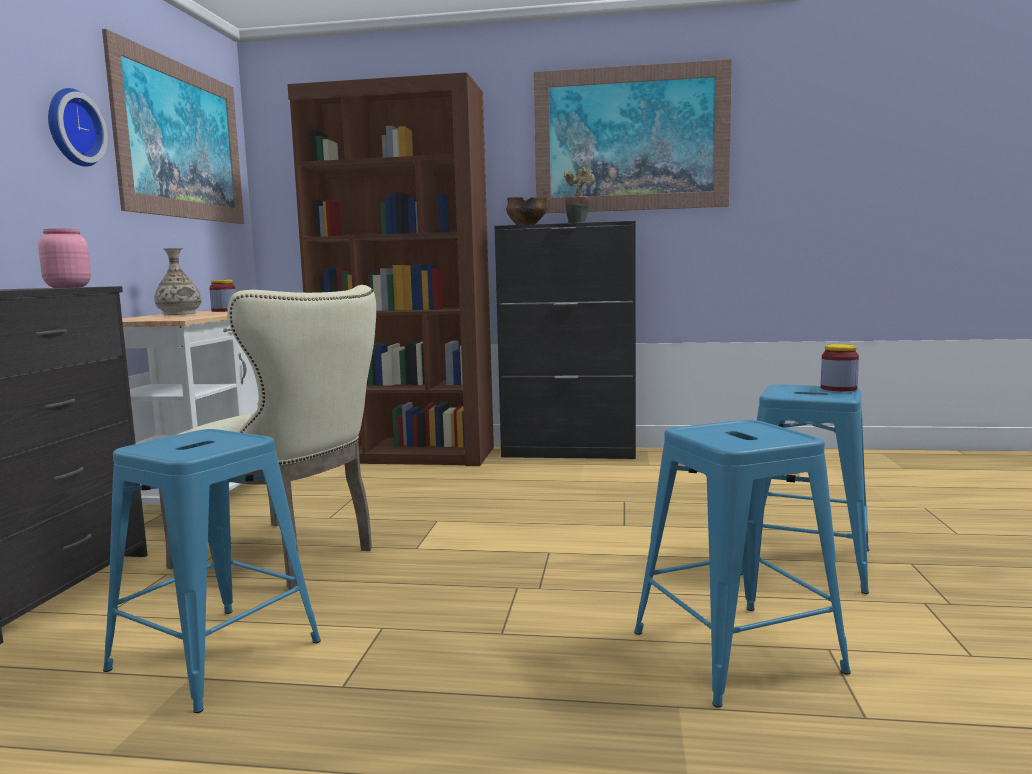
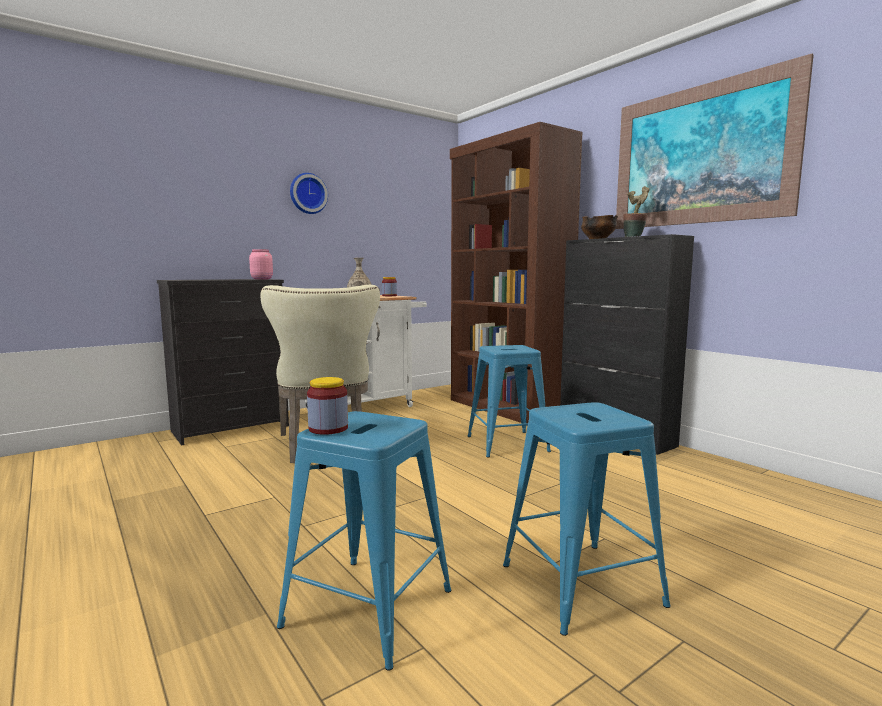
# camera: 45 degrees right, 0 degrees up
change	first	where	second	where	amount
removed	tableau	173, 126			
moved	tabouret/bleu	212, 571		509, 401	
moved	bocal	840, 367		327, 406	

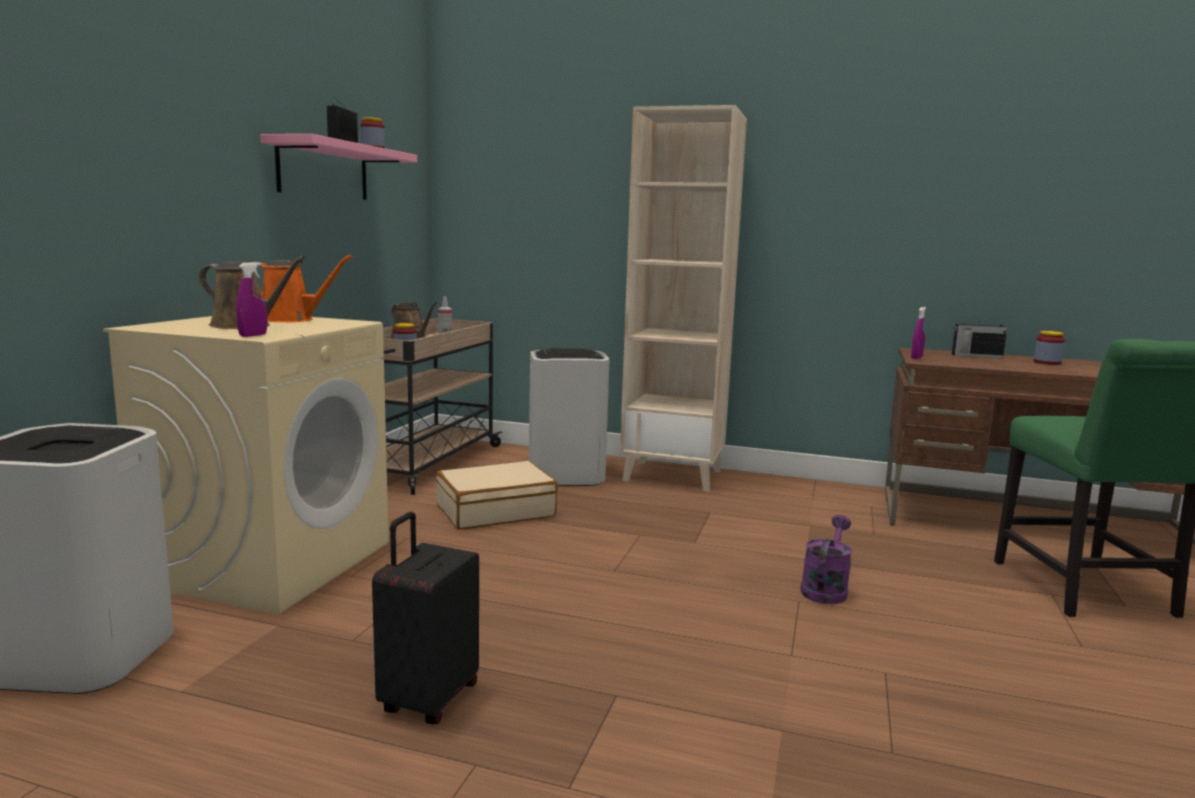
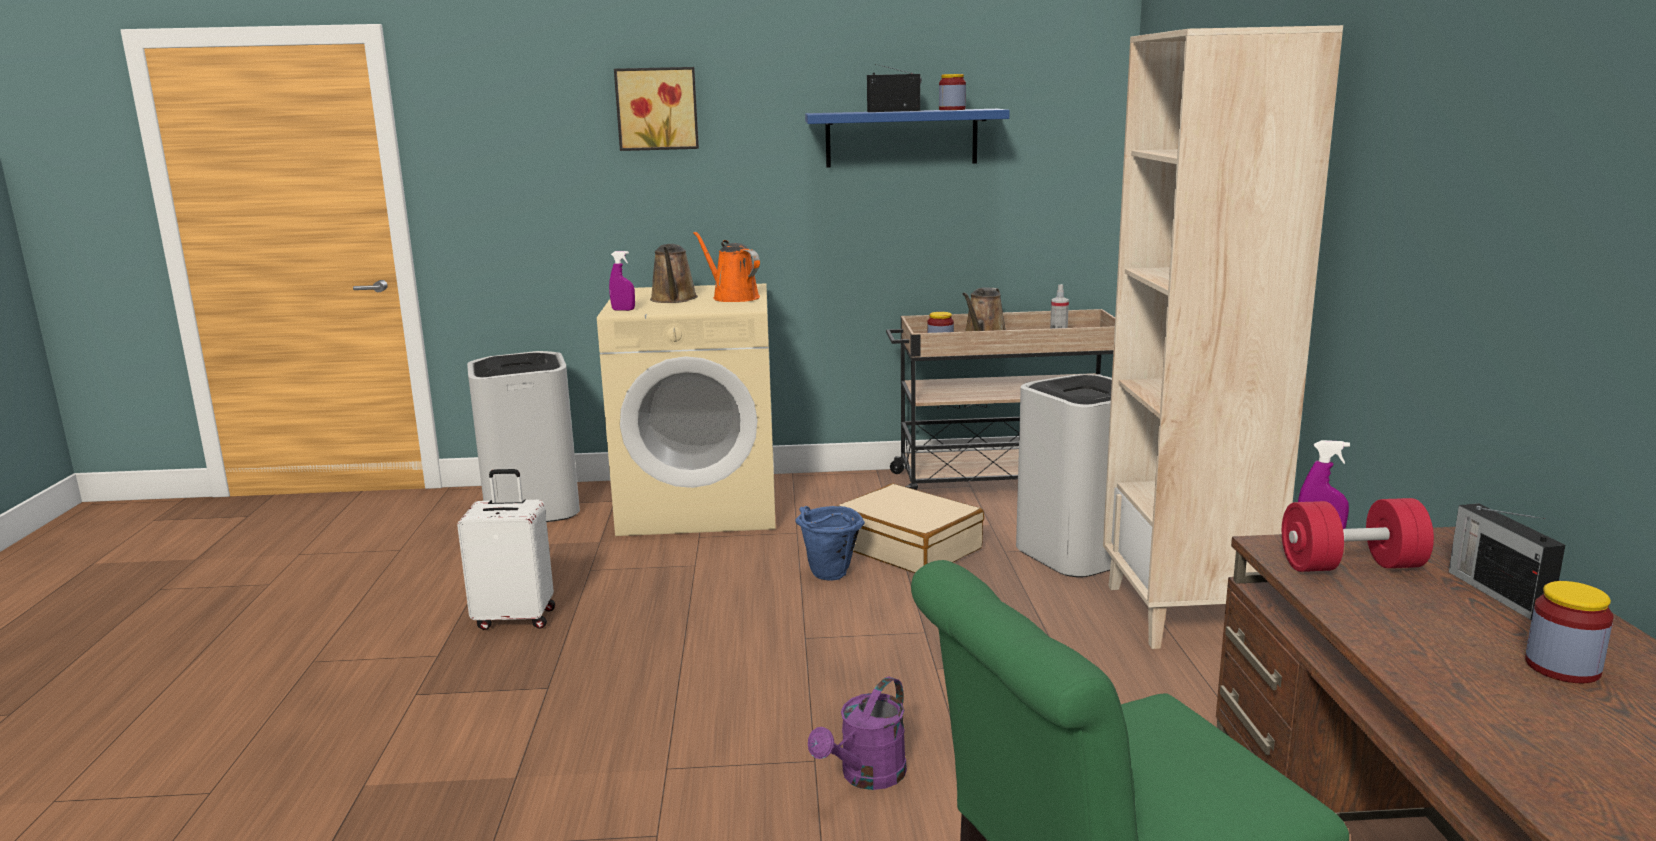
# camera: 70 degrees right, 5 degrees up
change	first	where	second	where	amount
turned	arrosoir/orange	306, 288		726, 266	150 degrees clockwise
recoloured	étagère/rose	338, 167	étagère/bleu	907, 138	
recoloured	valise/noir	425, 618	valise/blanc	506, 549	
turned	arrosoir/violet	826, 559		857, 733	120 degrees clockwise
added			tableau	656, 109	
added			seau/bleu	830, 543	
added			haltère/rouge	1358, 535	

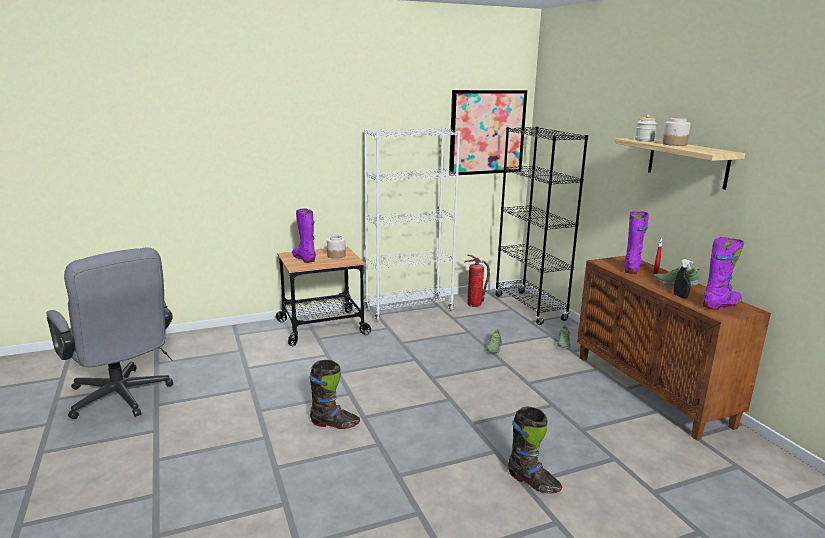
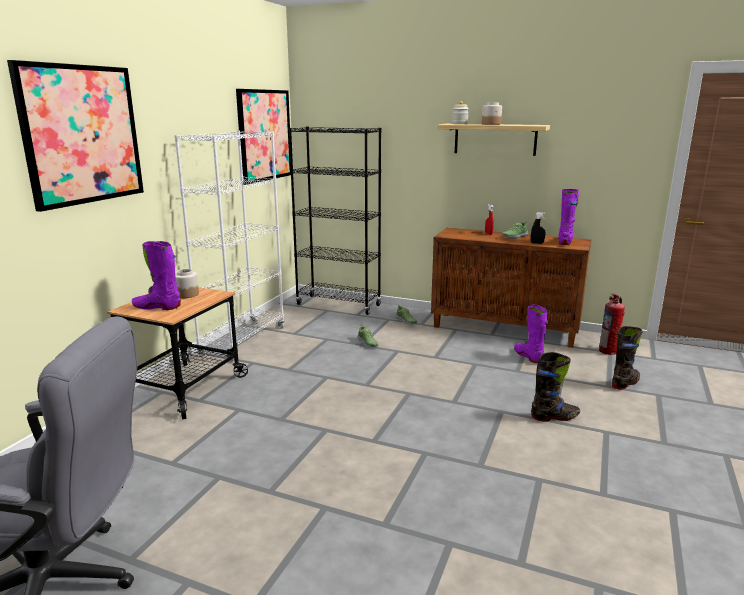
# camera: 45 degrees left, 0 degrees up
change	first	where	second	where	amount
moved	botte/noir	334, 394		627, 358	
moved	extincteur	477, 281		612, 324	
moved	botte/violet	636, 242		531, 333	
added			tableau	75, 136	

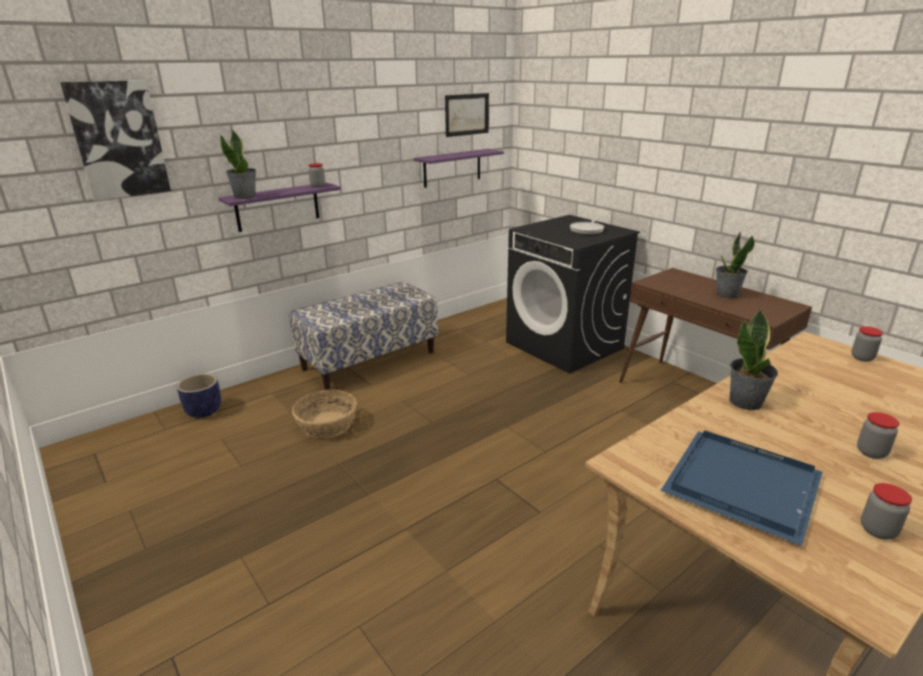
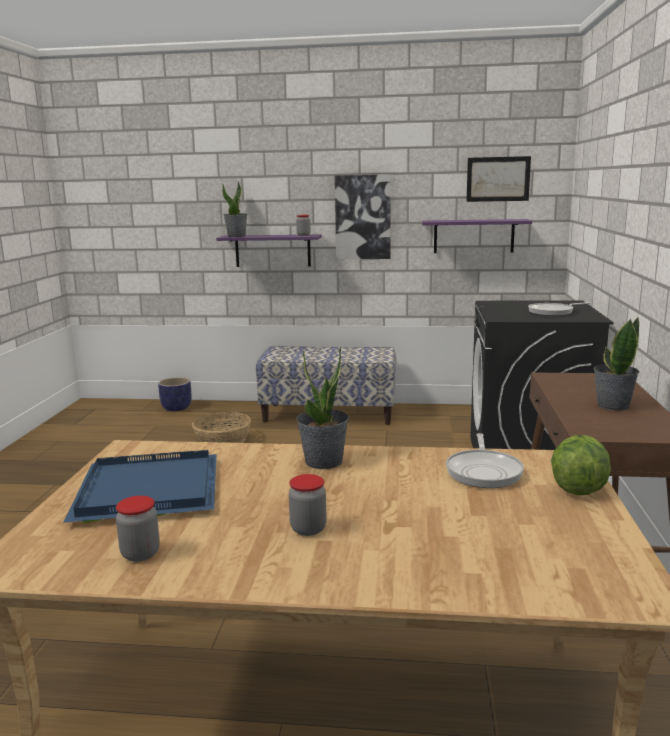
# camera: 45 degrees right, 10 degrees down
change	first	where	second	where	amount
moved	tableau	115, 140		363, 216	
replaced	bocal	867, 344	laitue	581, 465	
added			poêle	485, 460	

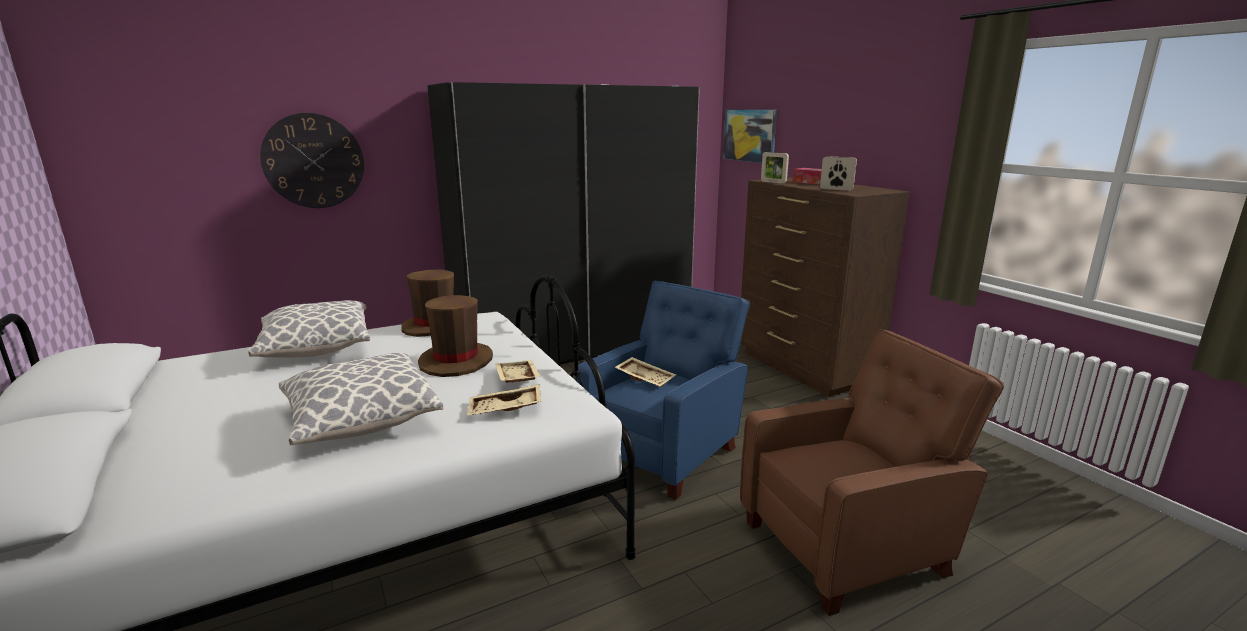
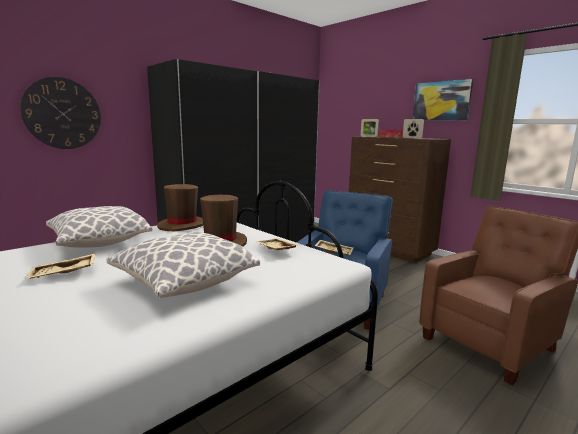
# camera: 15 degrees left, 5 degrees down
change	first	where	second	where	amount
moved	plateau/beige	504, 399		60, 266	
moved	tableau	750, 136		443, 100	

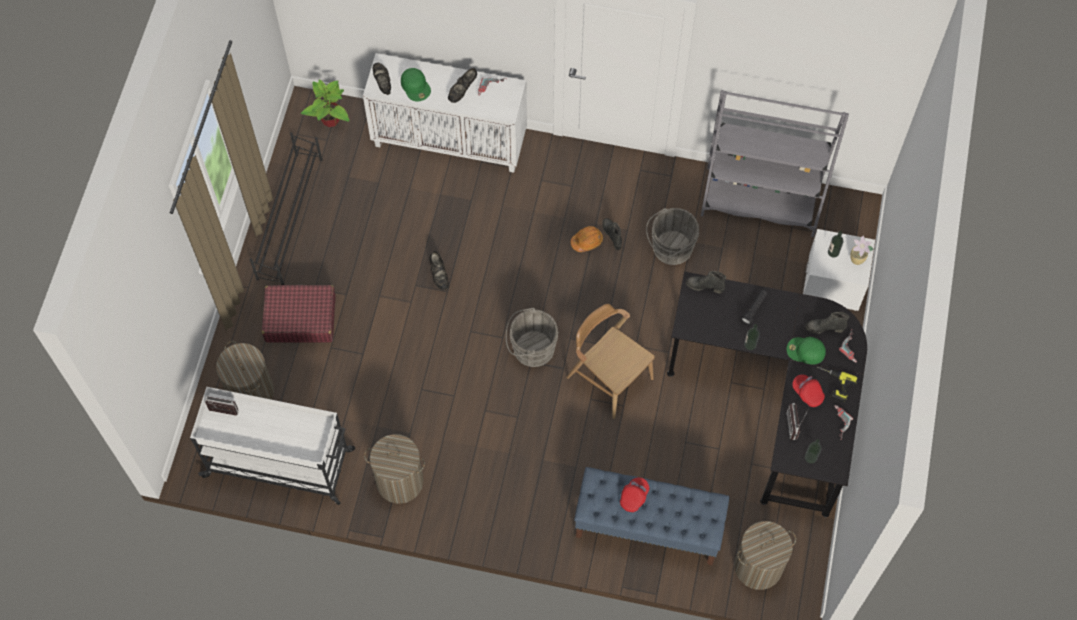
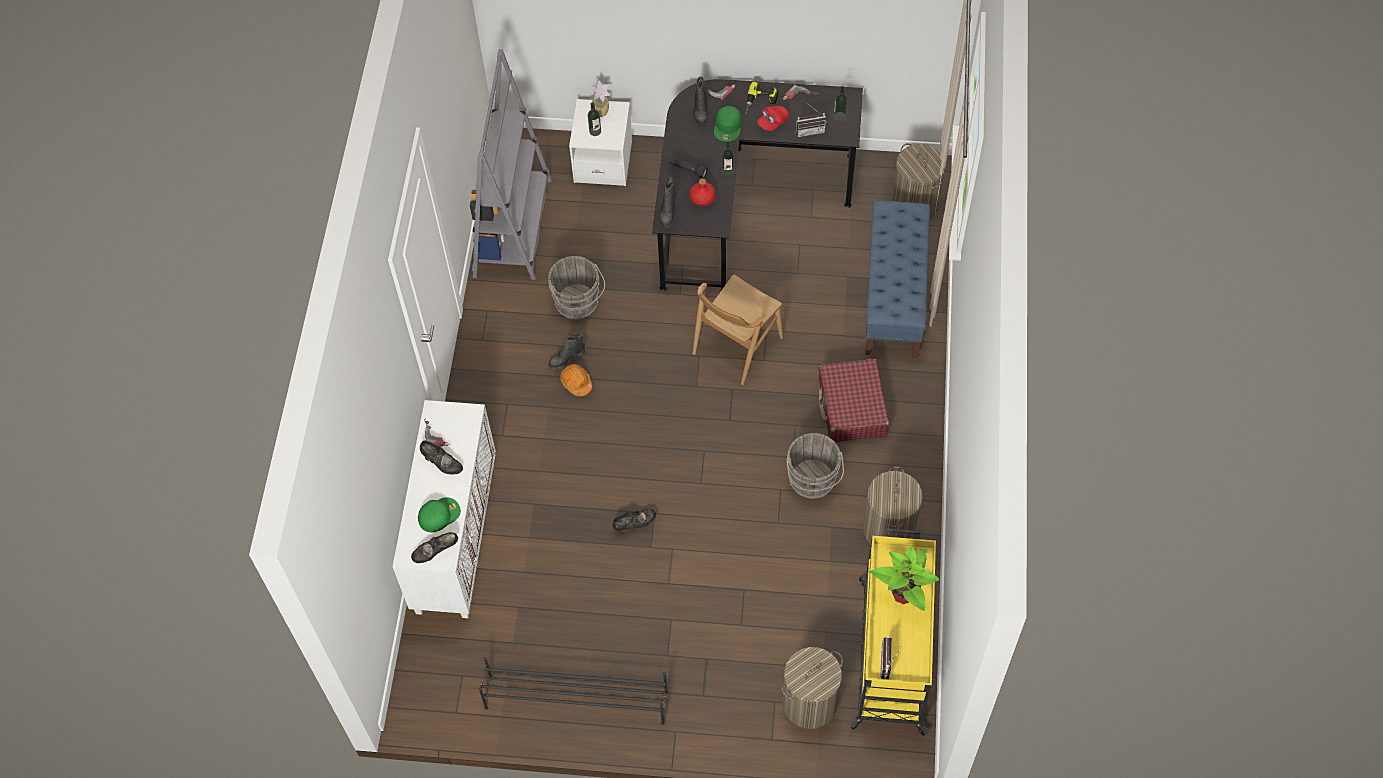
# camera: 95 degrees left, 5 degrees down
change	first	where	second	where	amount
recoloured	chariot/blanc	272, 446	chariot/jaune	893, 632	
moved	valise/rouge	299, 313		854, 400	
moved	plante en pot	325, 103		905, 578	
moved	seau/gris	532, 337		815, 466	
removed	casquette/rouge	634, 494			
added			bouteille/rouge	702, 192	

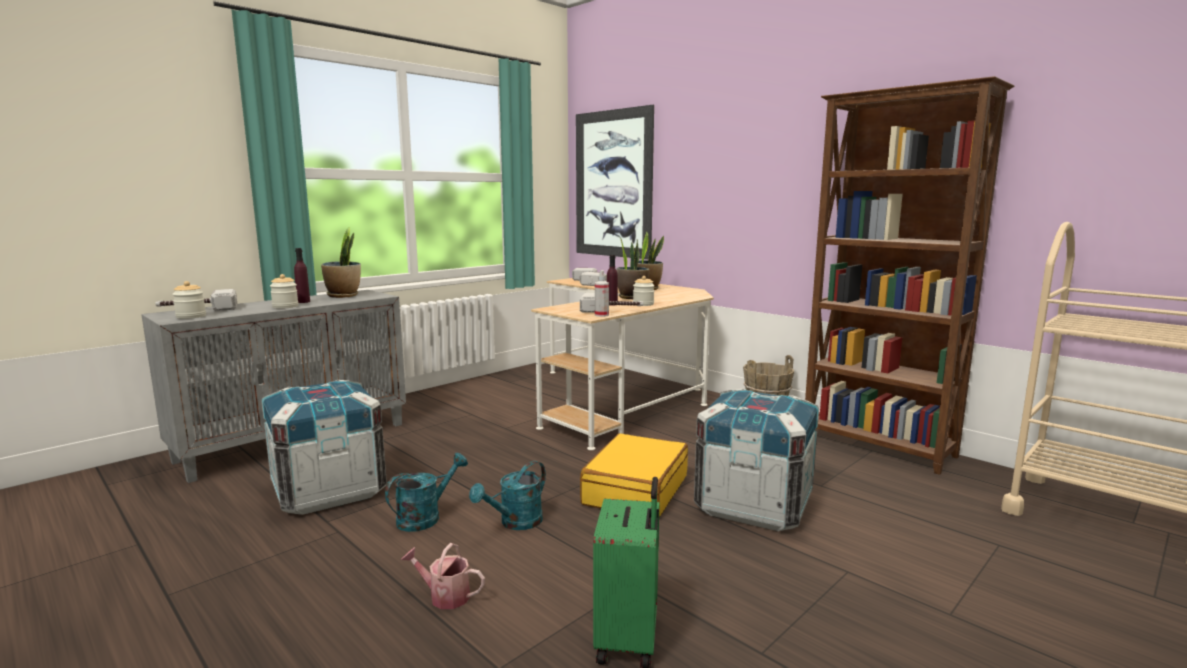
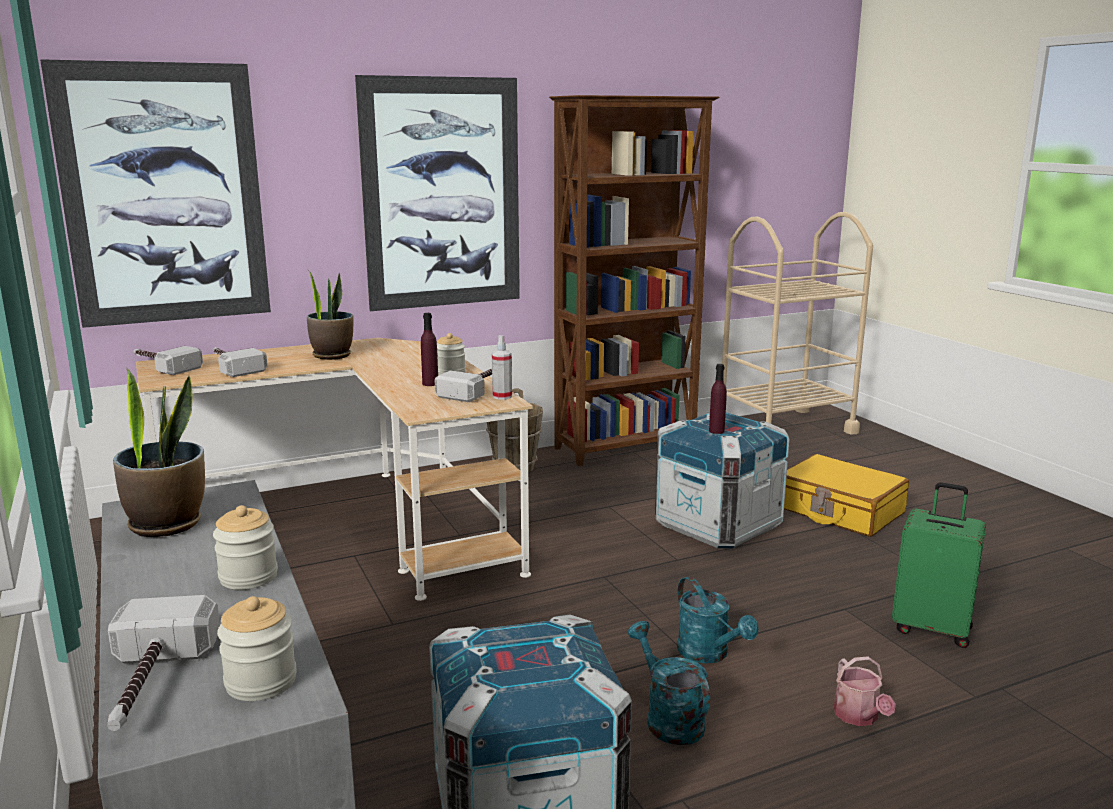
# camera: 70 degrees left, 5 degrees up
change	first	where	second	where	amount
moved	bouteille/violet	302, 275		718, 399	
turned	arrosoir	443, 576		865, 691	45 degrees counterclockwise
moved	valise/jaune	634, 475		846, 495	
removed	plante en pot	633, 267			
added			tableau	437, 193	

